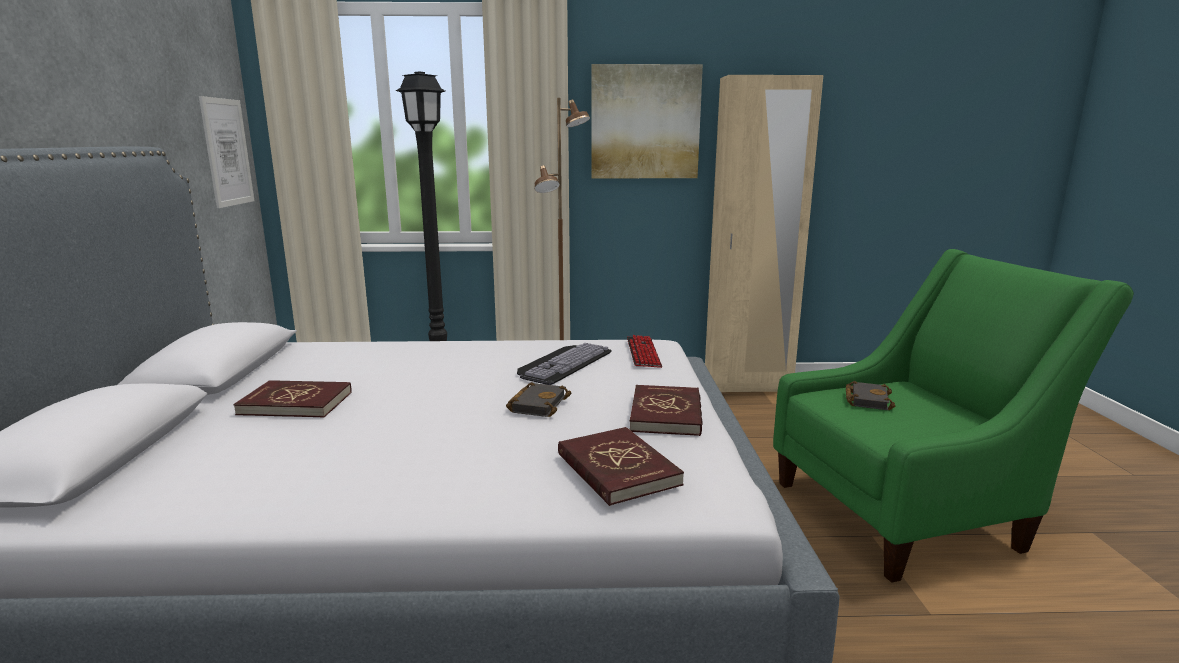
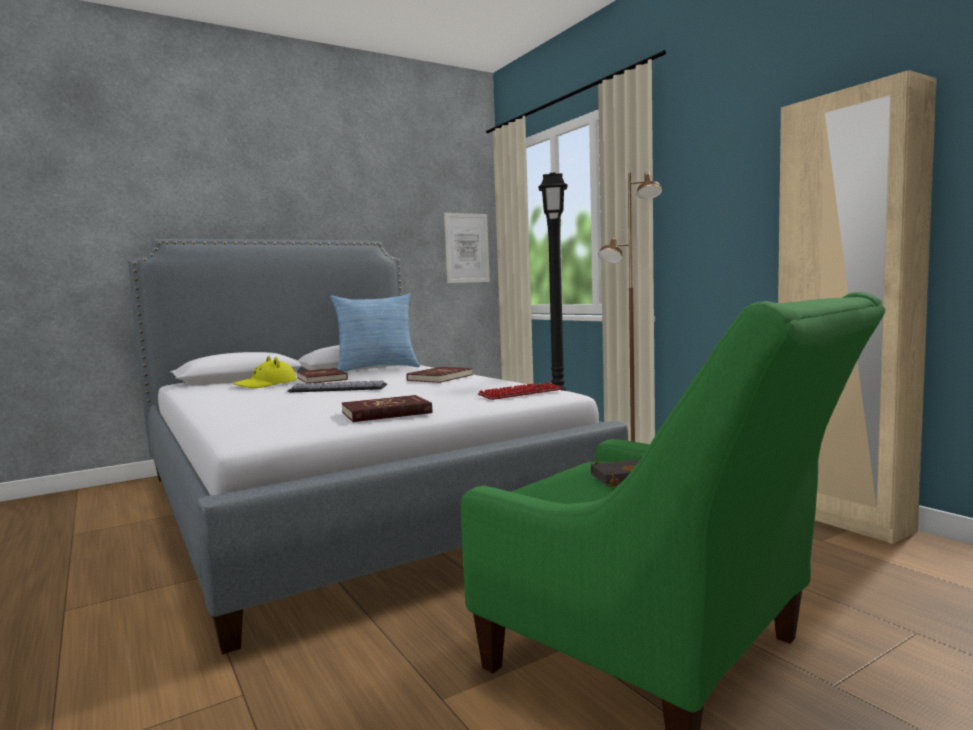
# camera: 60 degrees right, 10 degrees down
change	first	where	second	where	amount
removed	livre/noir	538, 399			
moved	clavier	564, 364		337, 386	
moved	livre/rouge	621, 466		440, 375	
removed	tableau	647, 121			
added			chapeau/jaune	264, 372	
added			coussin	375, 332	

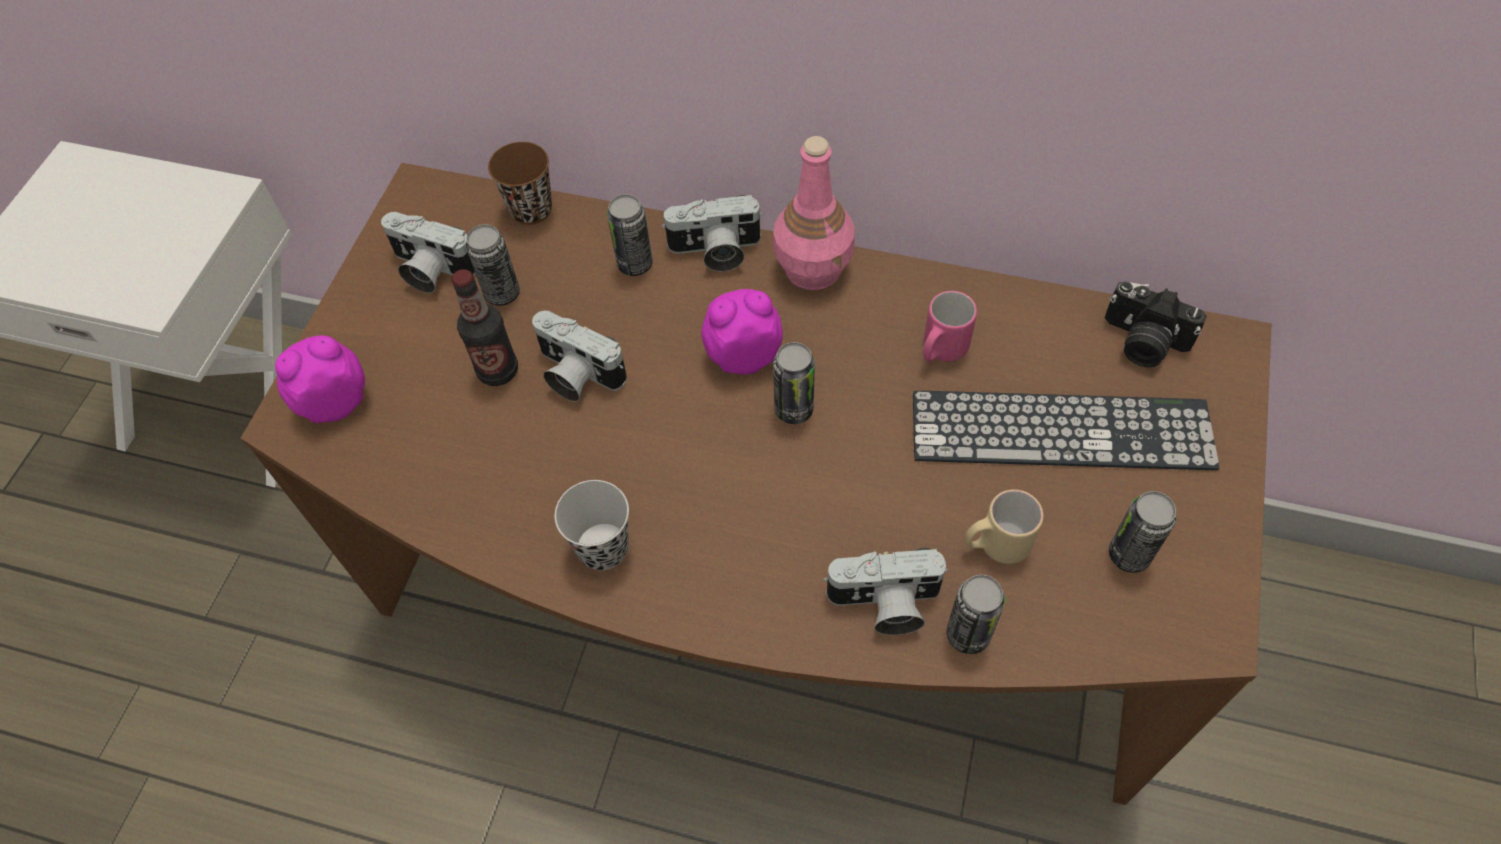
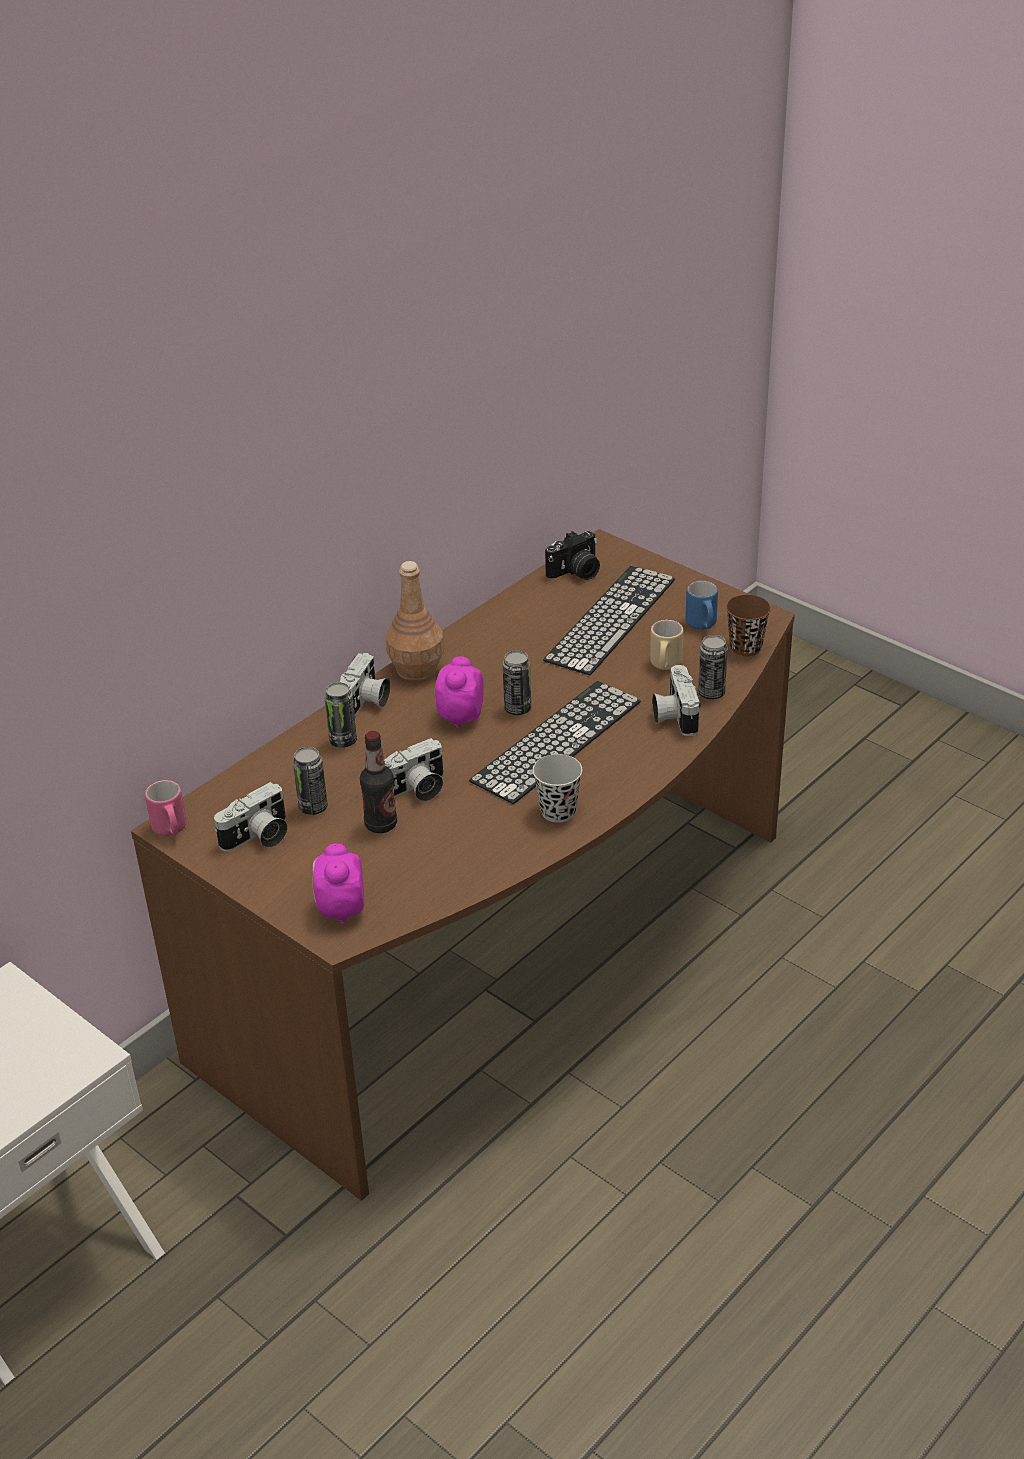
# camera: 65 degrees left, 20 degrees down
change	first	where	second	where	amount
moved	tasse/marron	520, 183		748, 625	
recoloured	bouteille/rose	814, 213	bouteille/marron	415, 621	
turned	appareil photo	885, 591		676, 700	150 degrees clockwise
moved	mug/rose	949, 326		166, 808	
replaced	boîte métallique	1142, 532	mug/bleu	701, 605	
added			clavier	555, 742	

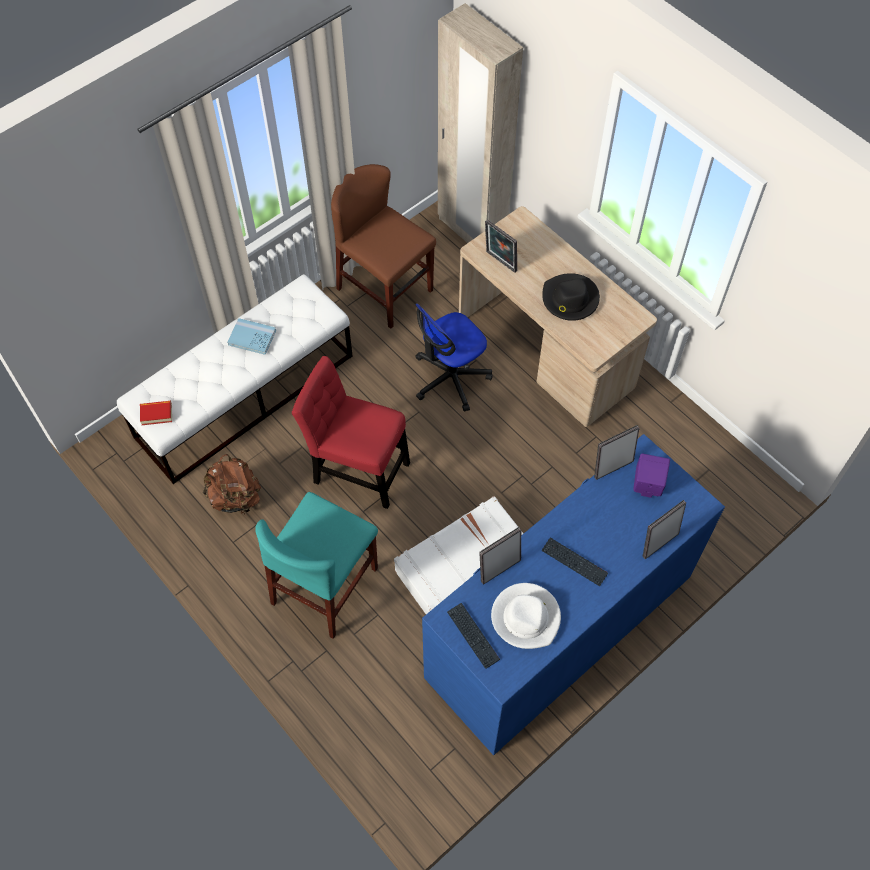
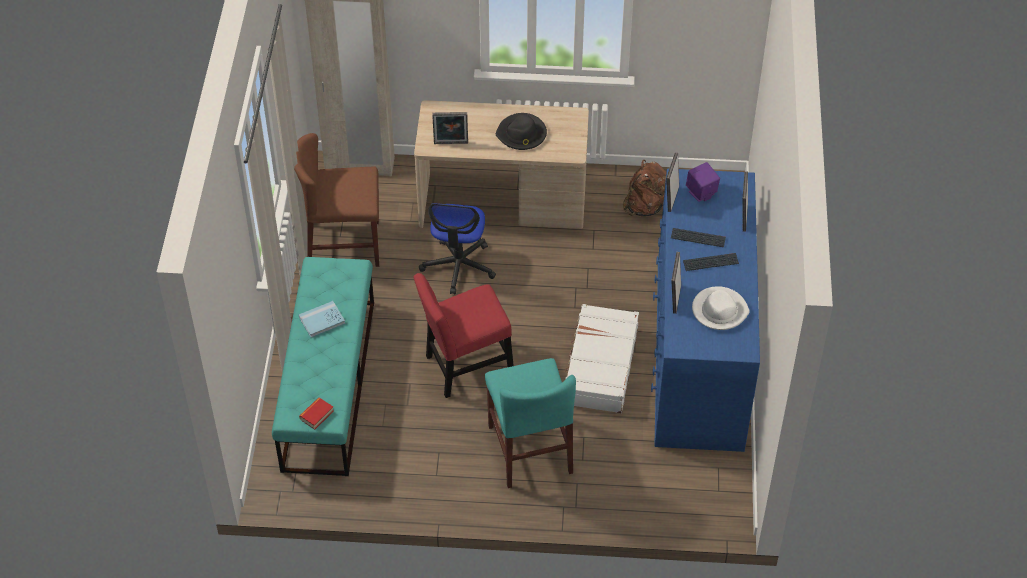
# camera: 45 degrees left, 10 degrees down
change	first	where	second	where	amount
recoloured	banc/blanc	235, 379	banc/turquoise	323, 366	
moved	sac à dos/marron	232, 484		644, 188	
moved	clavier	473, 636		698, 237	

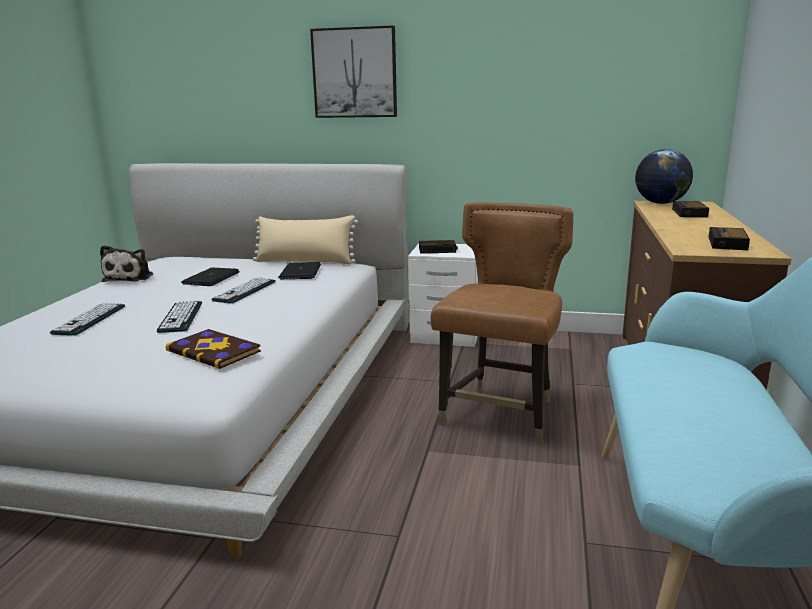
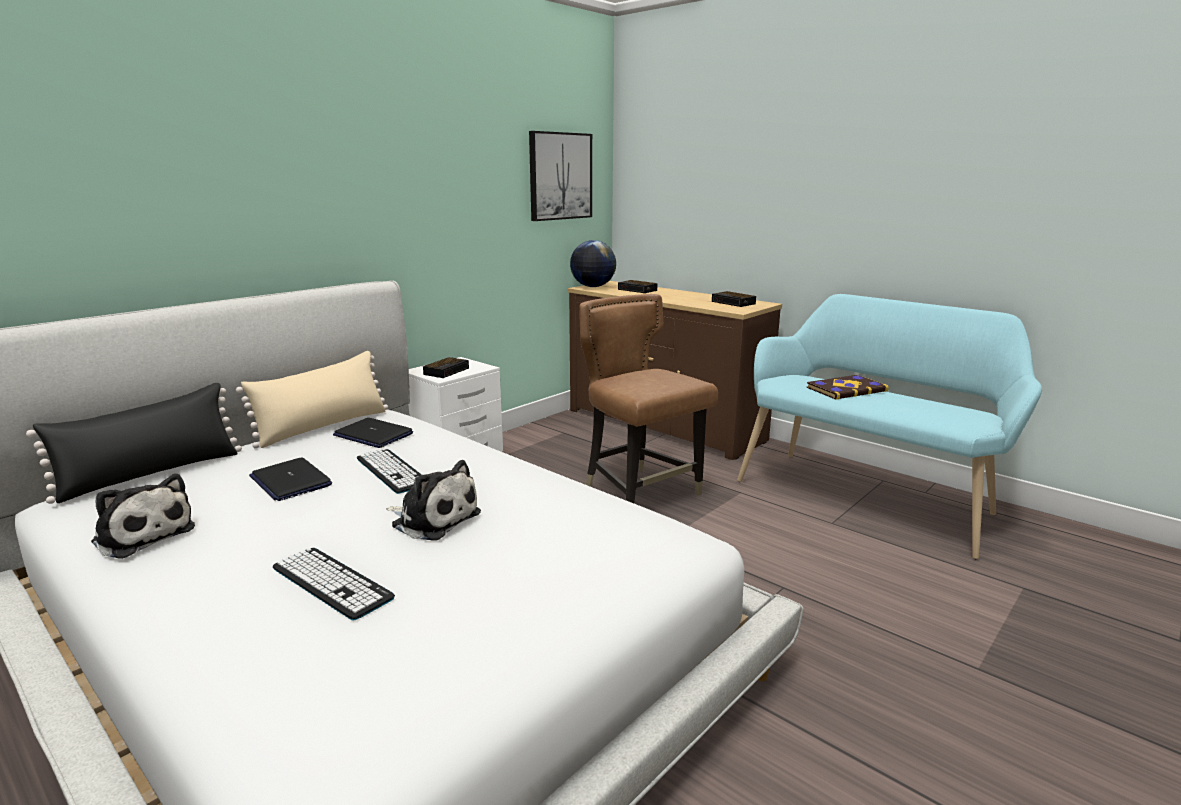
# camera: 60 degrees left, 0 degrees up
change	first	where	second	where	amount
replaced	clavier	179, 316	peluche	433, 500	
moved	livre	213, 349		848, 387	
moved	tableau	353, 71		560, 176	
added			coussin/noir	134, 443	

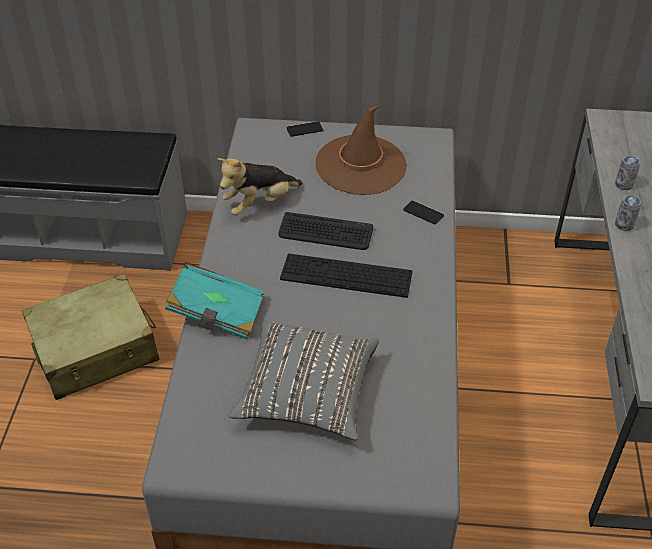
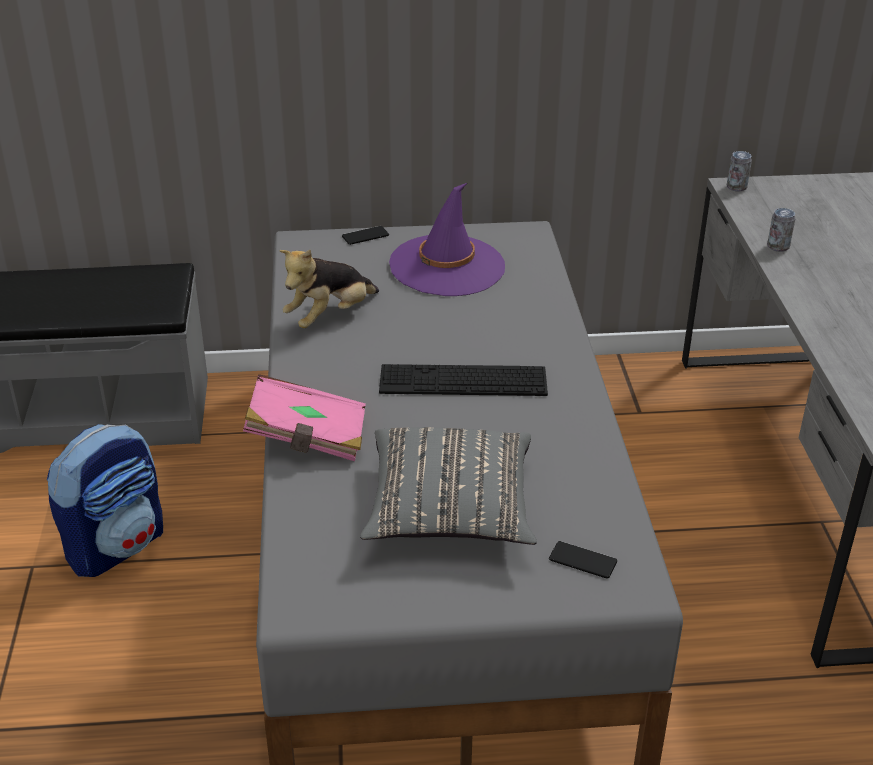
# camera: 10 degrees left, 10 degrees down
change	first	where	second	where	amount
replaced	valise/beige	91, 336	sac à dos	105, 500	
recoloured	livre/turquoise	215, 300	livre/rose	304, 417	
removed	clavier	325, 231			
recoloured	chapeau/marron	361, 150	chapeau/violet	447, 239	
moved	téléphone	423, 212		583, 560	
moved	boîte métallique	628, 213		739, 171	

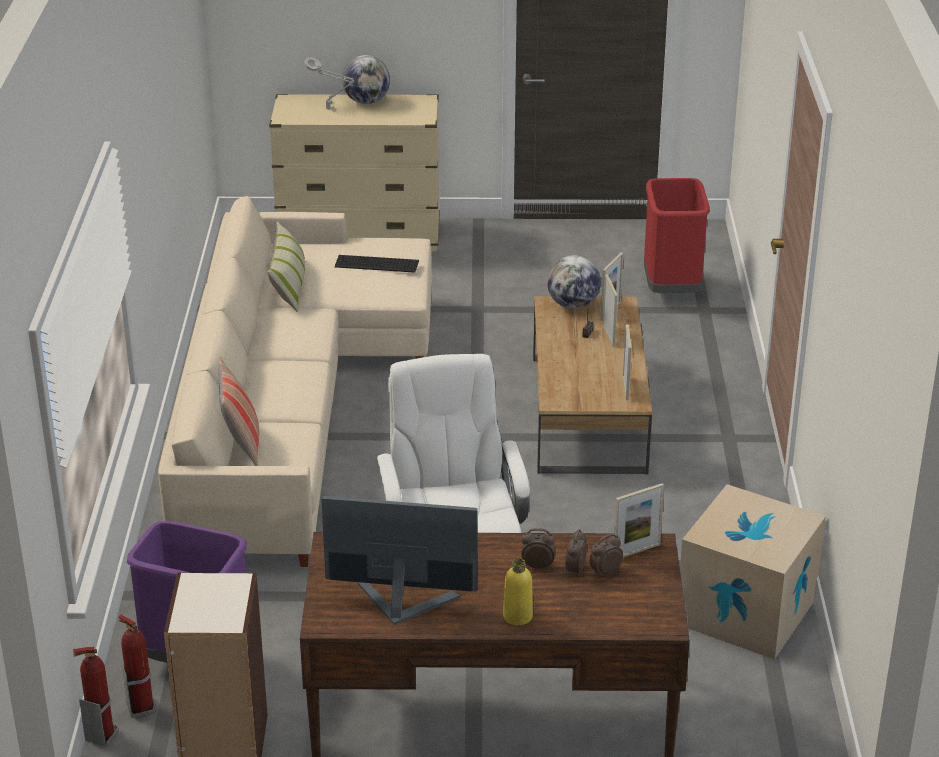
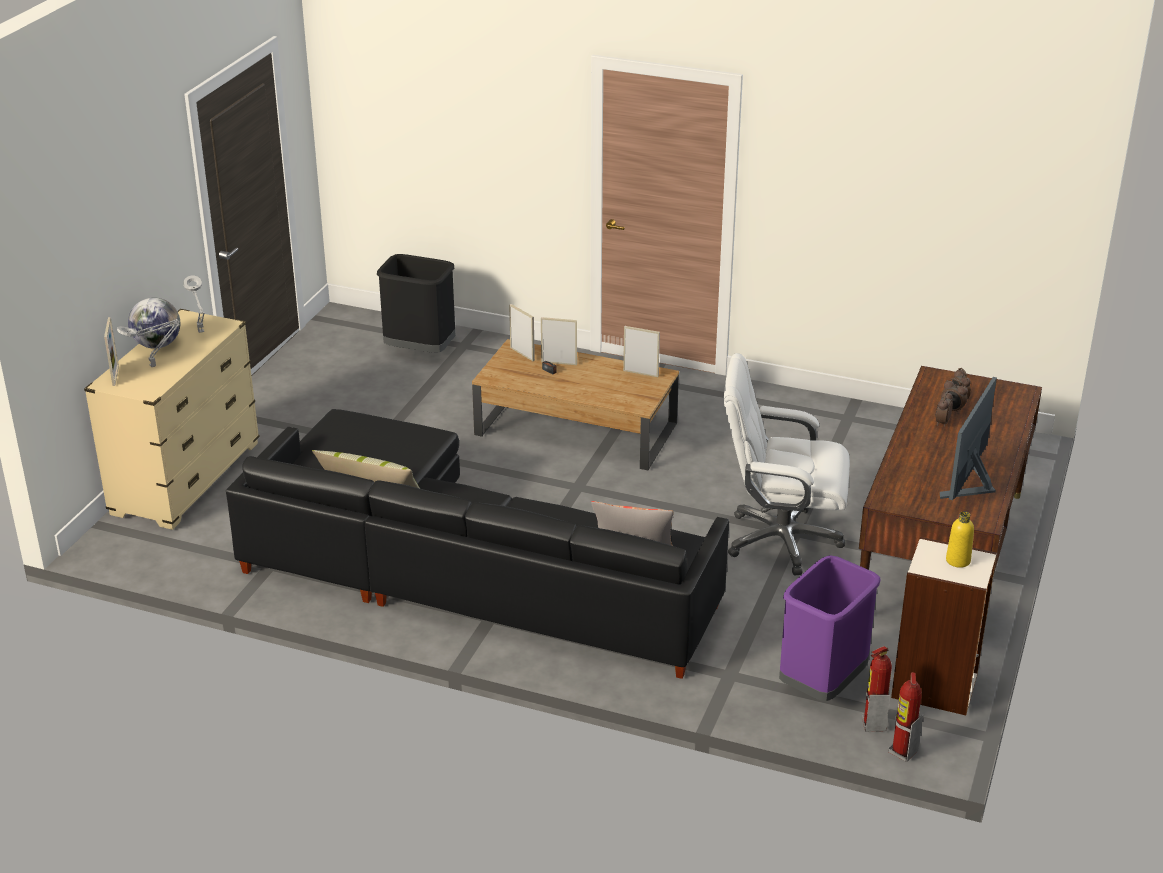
# camera: 70 degrees left, 0 degrees up
change	first	where	second	where	amount
recoloured	canapé/beige	295, 381	canapé/noir	477, 544	
removed	clavier	377, 264			
moved	bouteille/jaune	518, 591		960, 539	
removed	globe	574, 282			
moved	cadre photo	639, 520		111, 351	
recoloured	poubelle/rouge	677, 235	poubelle/noir	416, 303	
removed	carton	753, 572			
added			lampe de table/gris	193, 304	

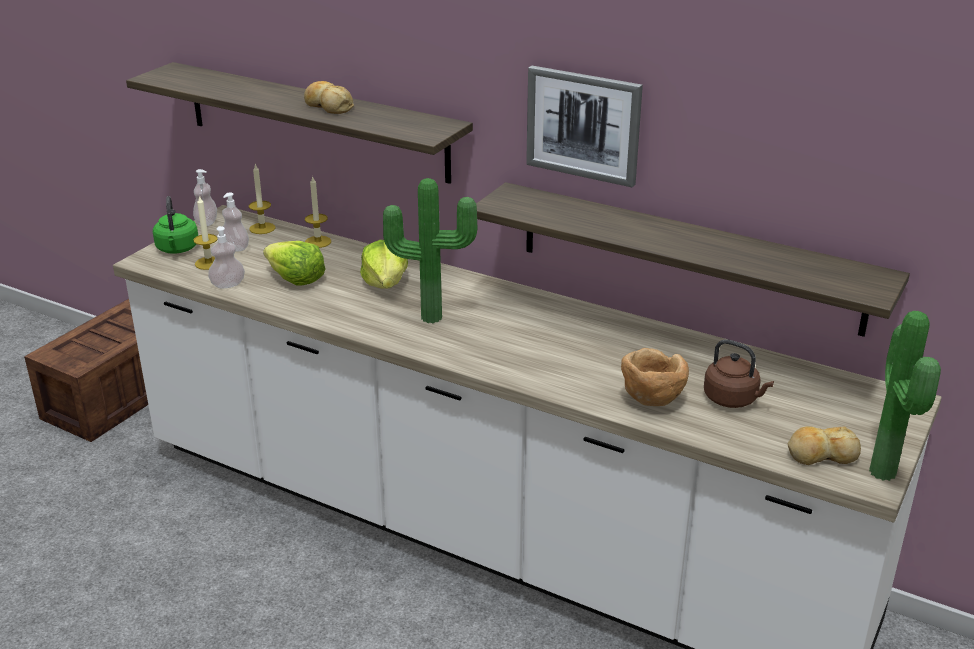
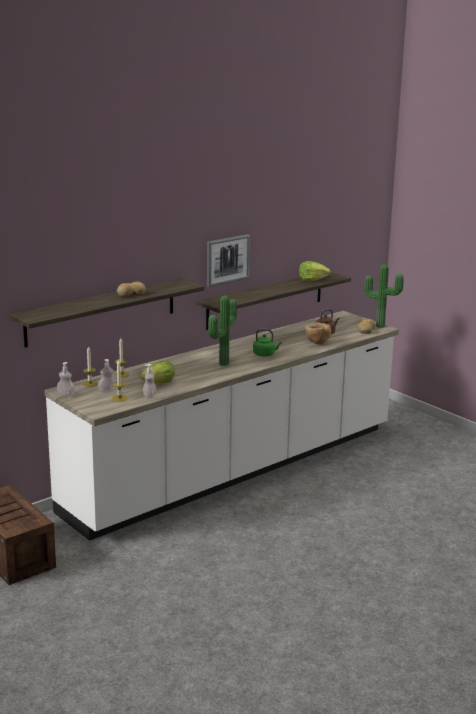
# camera: 70 degrees left, 10 degrees down
change	first	where	second	where	amount
moved	bouilloire/vert	175, 225		267, 342	
moved	laitue	384, 264		315, 271	

